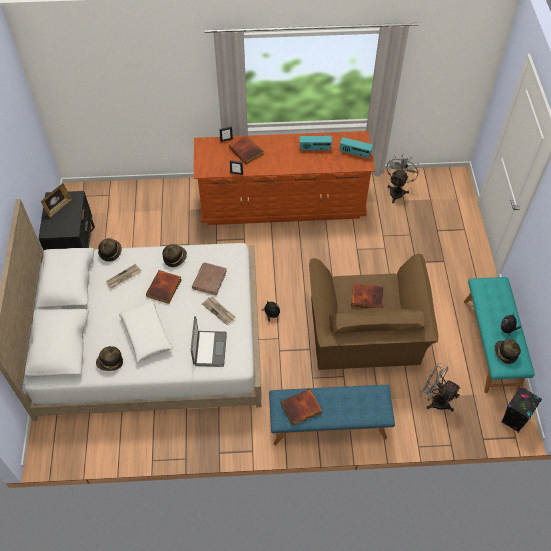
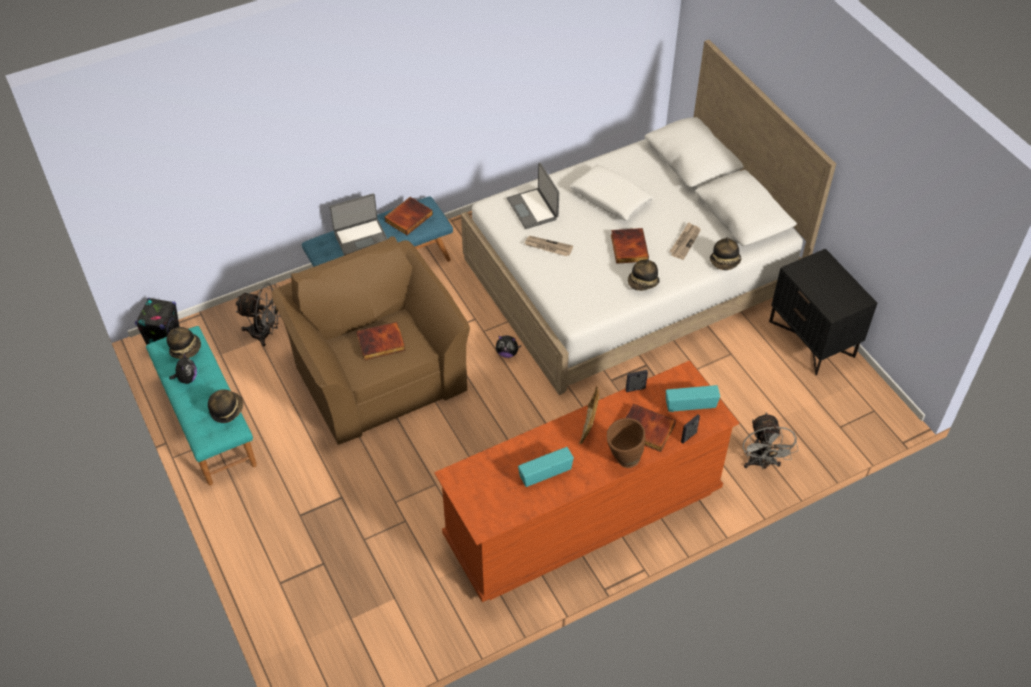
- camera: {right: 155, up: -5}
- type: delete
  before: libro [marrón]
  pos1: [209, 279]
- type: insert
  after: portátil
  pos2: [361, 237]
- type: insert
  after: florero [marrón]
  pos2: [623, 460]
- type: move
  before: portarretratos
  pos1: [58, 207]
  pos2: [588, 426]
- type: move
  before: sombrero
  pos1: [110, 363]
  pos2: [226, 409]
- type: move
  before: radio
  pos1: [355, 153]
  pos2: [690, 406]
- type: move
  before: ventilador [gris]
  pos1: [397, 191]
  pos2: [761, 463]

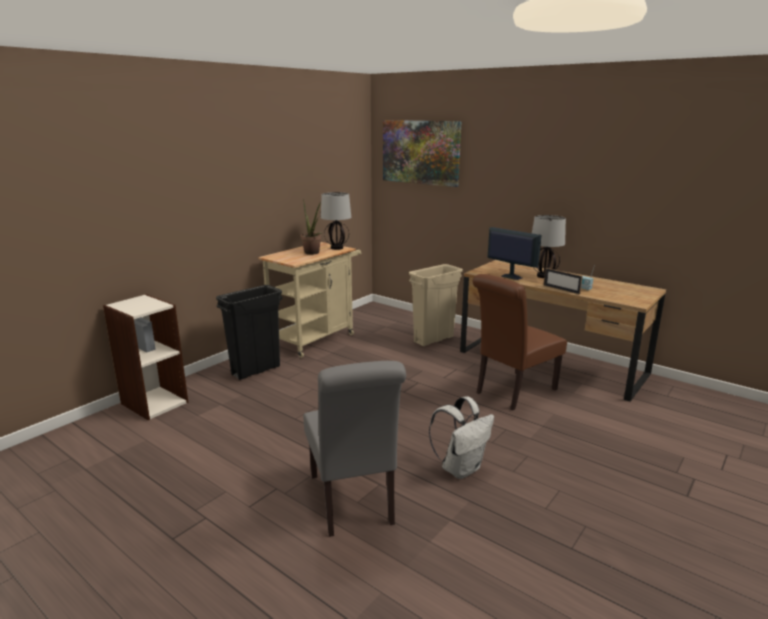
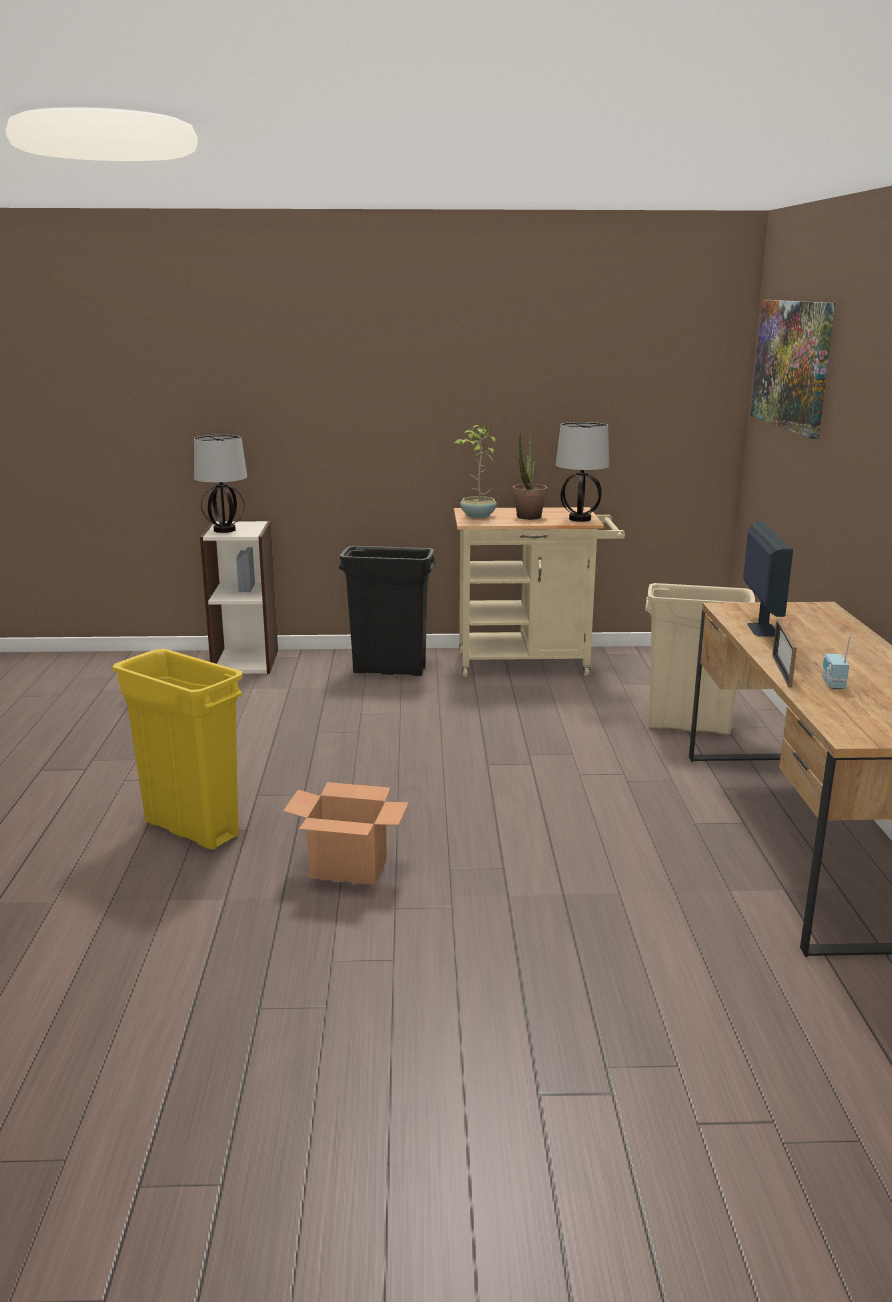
- camera: {right: 50, up: 0}
- type: delete
  before: silla [marrón]
  pos1: [512, 392]
- type: insert
  after: planta en maceta
  pos2: [477, 516]
- type: move
  before: lámpara de mesa
  pos1: [544, 276]
  pos2: [224, 530]
- type: replace
  before: silla [gris]
  after: papelera [amarillo]
  pos1: [353, 503]
  pos2: [191, 829]
- type: replace
  before: mochila [blanco]
  after: caja de cartón
  pos1: [461, 468]
  pos2: [349, 868]

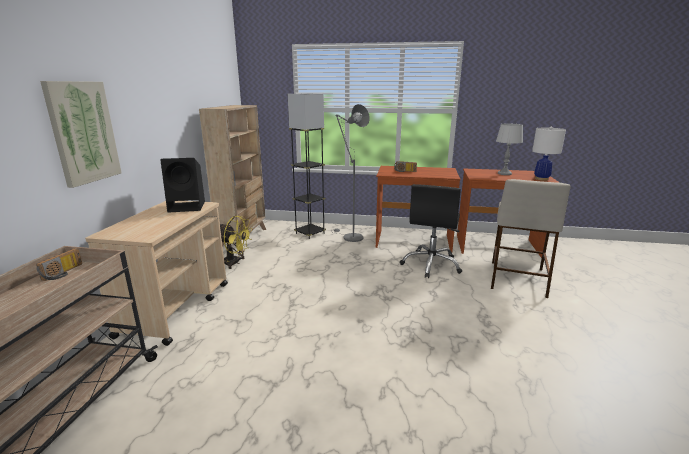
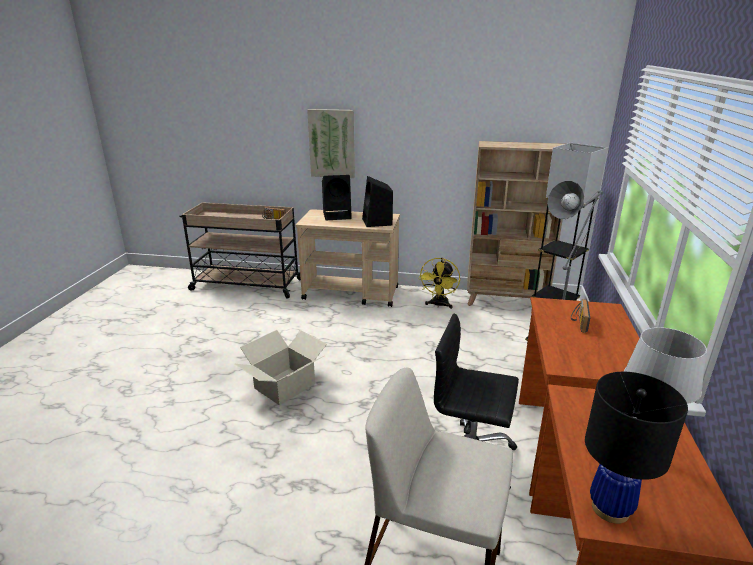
- camera: {right: 90, up: 5}
- type: insert
  after: caja de cartón
  pos2: [285, 386]
- type: insert
  after: altavoz [negro]
  pos2: [338, 215]
- type: recolor
  before: lámpara de mesa [blanco]
  after: lámpara de mesa [negro]
  pos1: [541, 179]
  pos2: [610, 508]

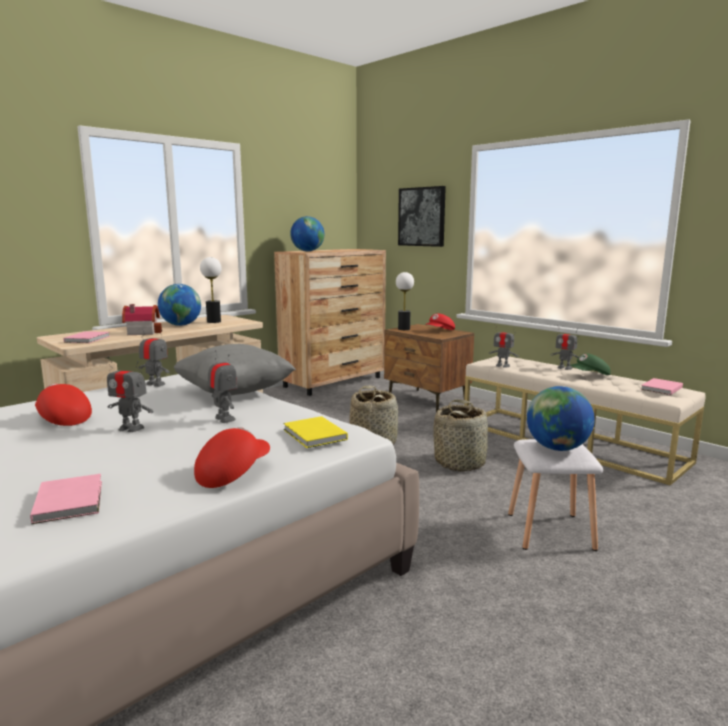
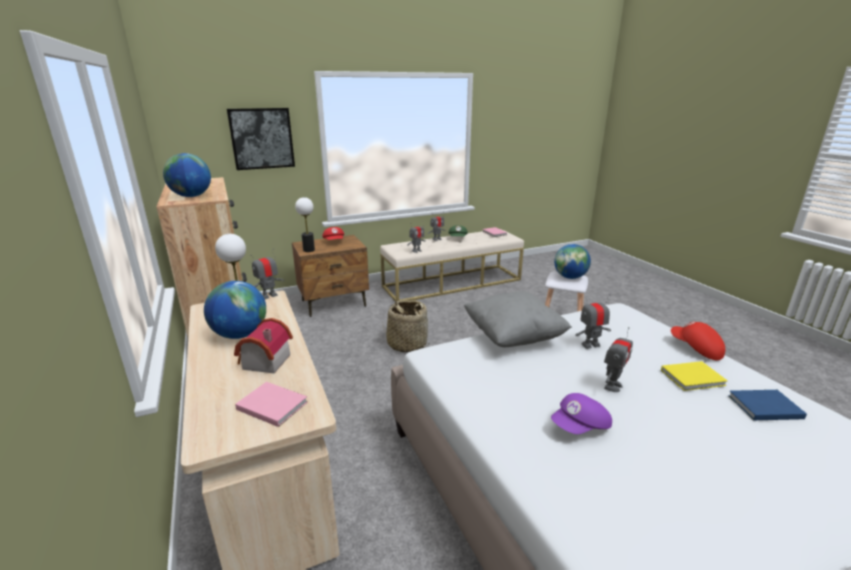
- camera: {right: -70, up: 10}
- type: delete
  before: cesta
  pos1: [460, 462]
- type: move
  before: robot de juguete
  pos1: [155, 384]
  pos2: [269, 296]
- type: move
  before: libro [amarillo]
  pos1: [314, 435]
  pos2: [694, 378]
- type: recolor
  before: libro [rosa]
  after: libro [azul]
  pos1: [71, 500]
  pos2: [762, 406]
- type: recolor
  before: gorra [rojo]
  after: gorra [morado]
  pos1: [62, 419]
  pos2: [580, 427]

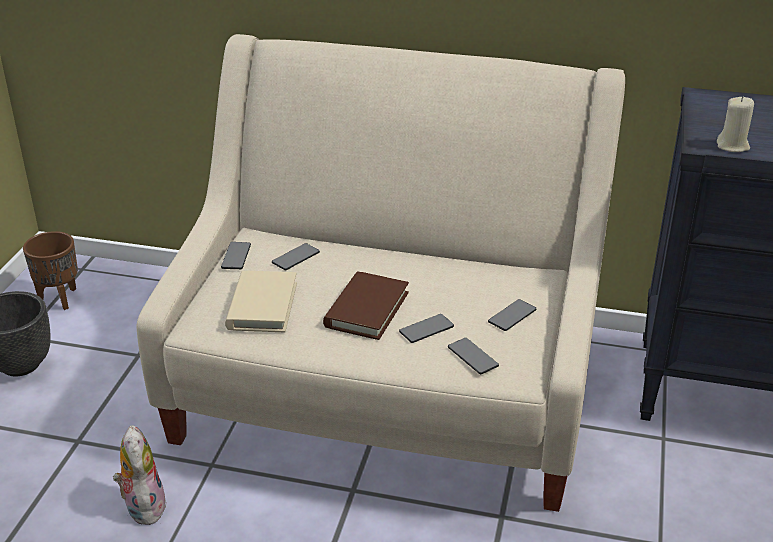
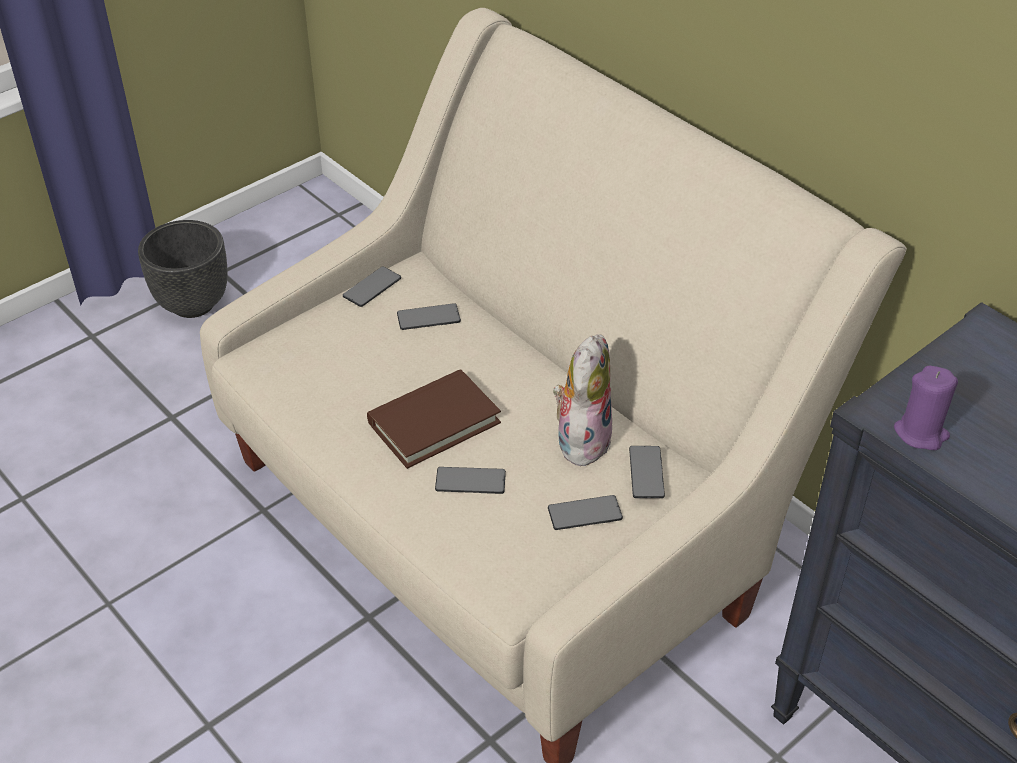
- camera: {right: 35, up: 10}
- type: delete
  before: maceta [marrón]
  pos1: [60, 299]
- type: delete
  before: libro [beis]
  pos1: [262, 306]
- type: move
  before: peluche
  pos1: [143, 506]
  pos2: [581, 439]
- type: move
  before: móvil
  pos1: [472, 357]
  pos2: [646, 473]
- type: recolor
  before: vela [beis]
  after: vela [morado]
  pos1: [733, 146]
  pos2: [921, 433]

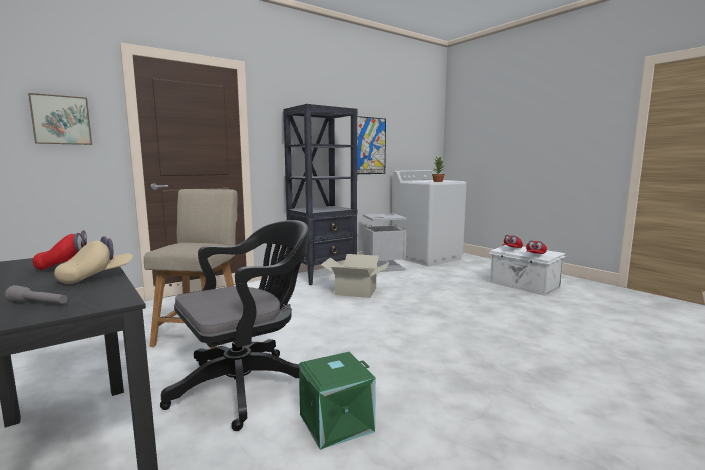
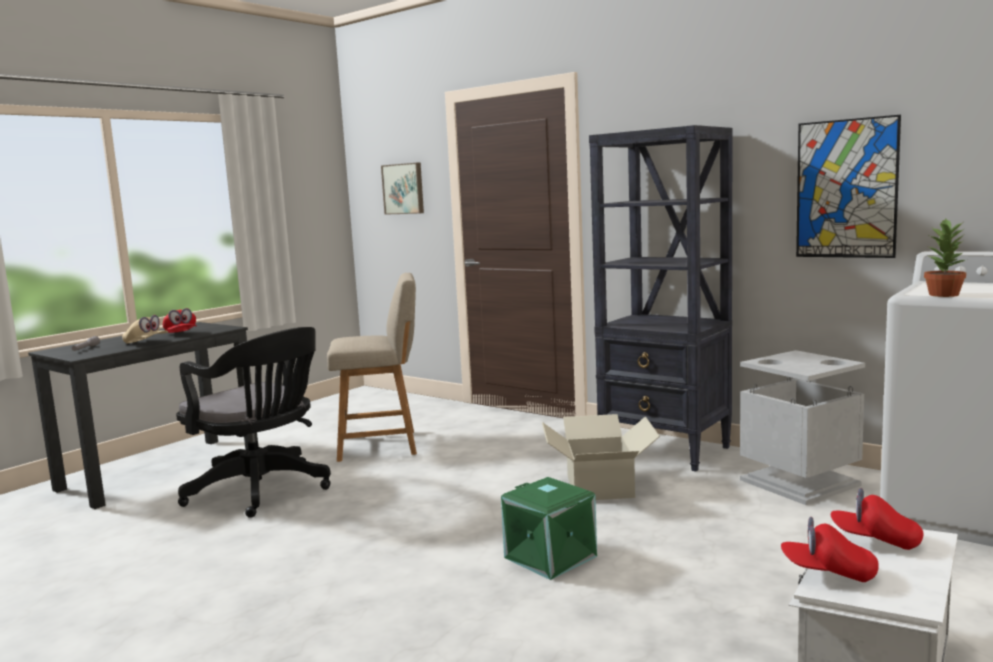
- camera: {right: 75, up: 0}
- type: move
  before: caja de almacenaje [verde]
  pos1: [336, 422]
  pos2: [552, 556]

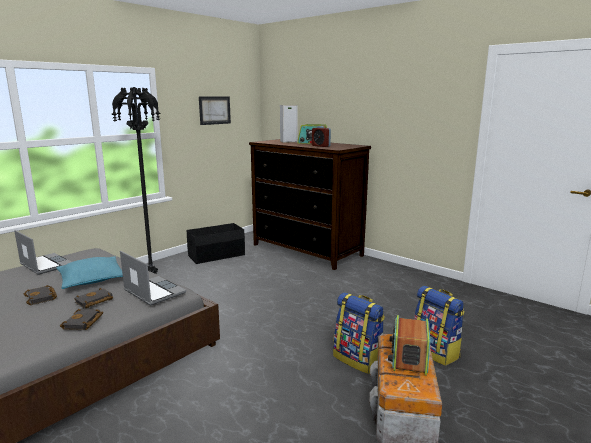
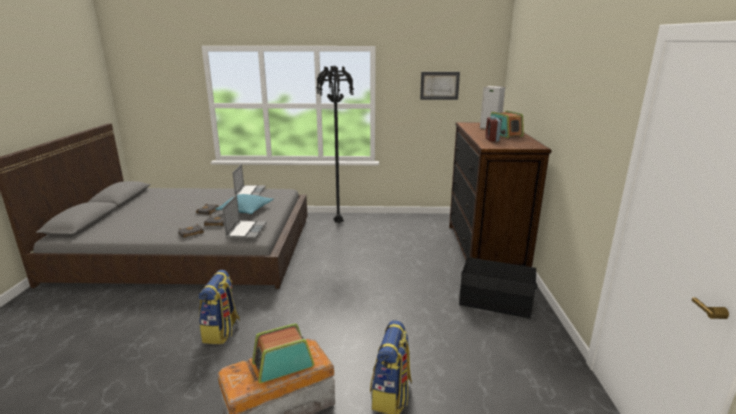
- camera: {right: 50, up: 5}
- type: move
  before: caja de almacenaje [negro]
  pos1: [216, 255]
  pos2: [495, 302]
- type: move
  before: mochila
  pos1: [358, 359]
  pos2: [222, 332]

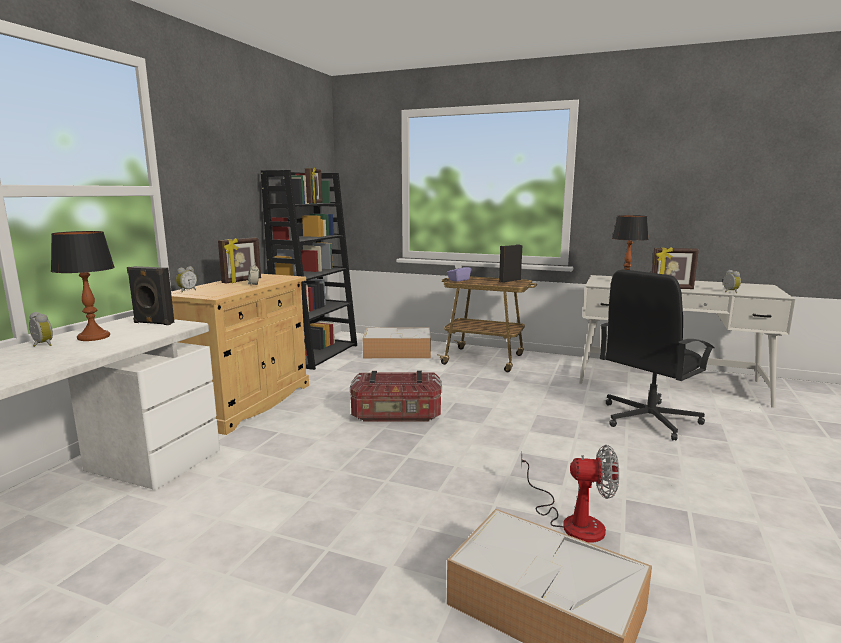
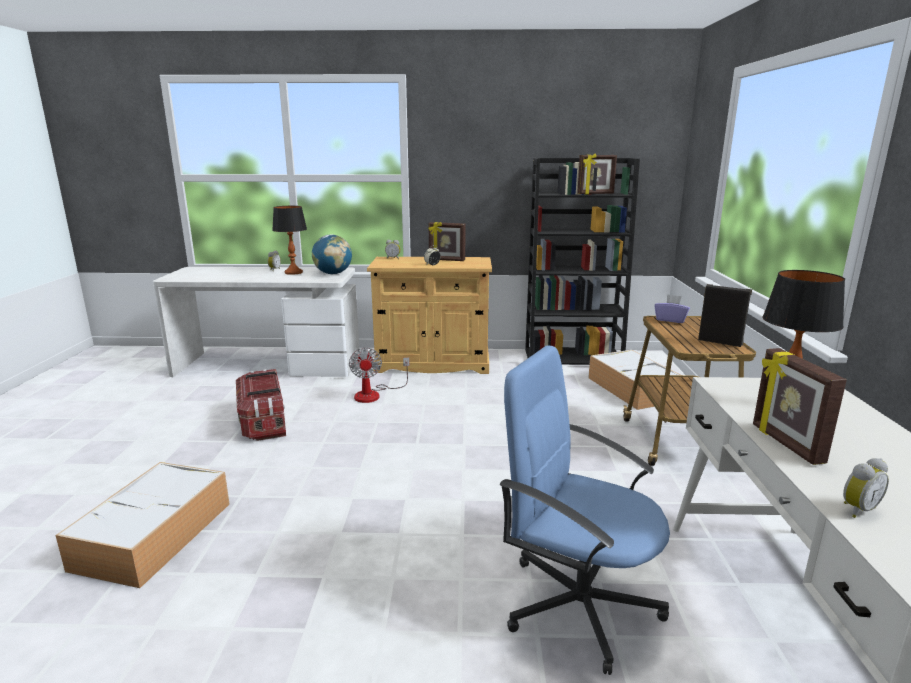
- camera: {right: 70, up: 5}
- type: move
  before: caja de almacenaje
  pos1: [396, 415]
  pos2: [263, 422]
- type: move
  before: ventilador
  pos1: [572, 521]
  pos2: [374, 394]
- type: replace
  before: altavoz [negro]
  after: globo terráqueo
  pos1: [153, 323]
  pos2: [333, 273]
- type: recolor
  before: silla de oficina [negro]
  after: silla de oficina [azul]
  pos1: [648, 419]
  pos2: [578, 603]

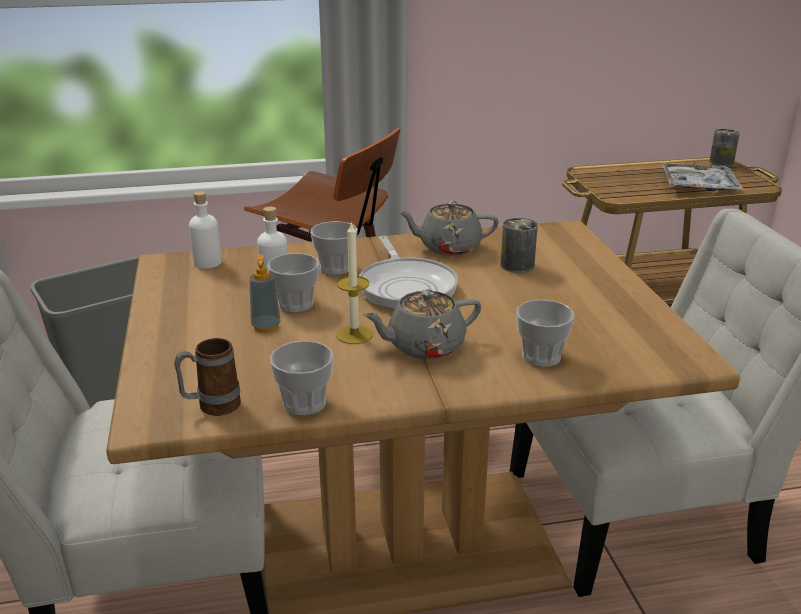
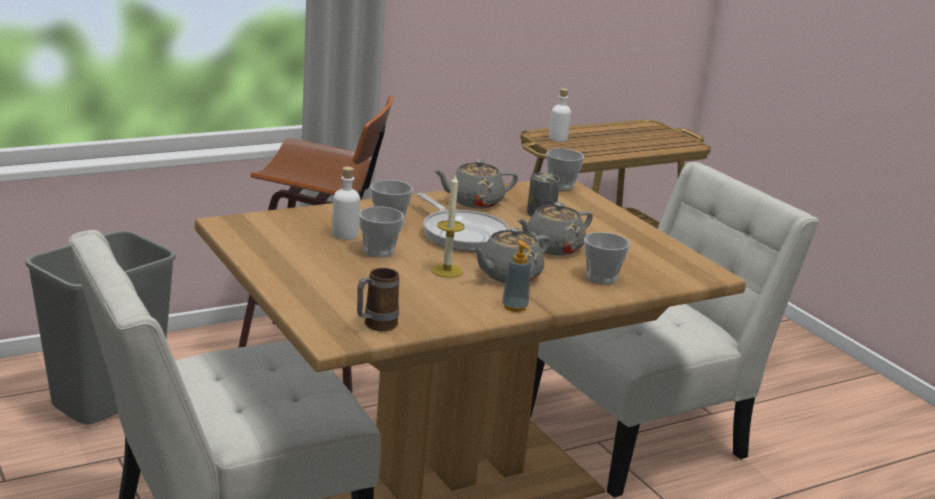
- camera: {right: -20, up: -5}
- type: delete
  before: bandeja
  pos1: [698, 186]
- type: delete
  before: lata
  pos1: [721, 162]
- type: insert
  after: tetera [gris]
  pos2: [552, 248]
- type: move
  before: botella [blanco]
  pos1: [207, 262]
  pos2: [558, 138]
- type: move
  before: dispensador de jabón
  pos1: [266, 327]
  pos2: [515, 307]
- type: move
  before: taza
  pos1: [304, 403]
  pos2: [561, 186]

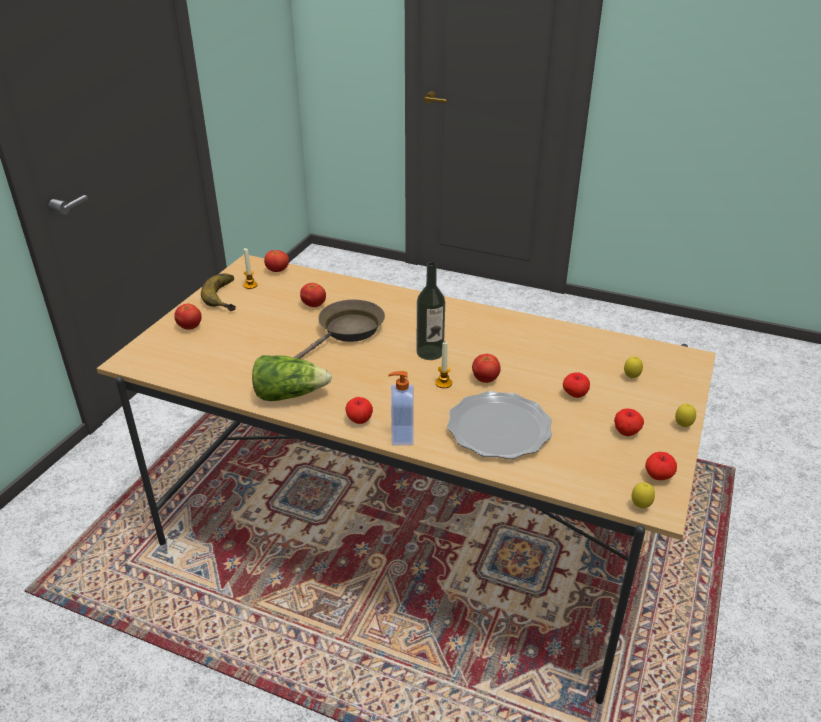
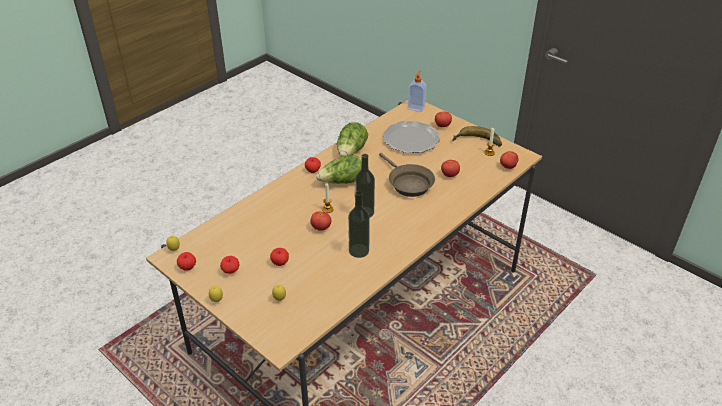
- camera: {right: 110, up: 5}
- type: insert
  after: lechuga
  pos2: [342, 182]
- type: insert
  after: botella
  pos2: [359, 250]
- type: move
  before: dispensador de jabón
  pos1: [401, 436]
  pos2: [416, 107]
- type: move
  before: plato
  pos1: [498, 429]
  pos2: [411, 139]

